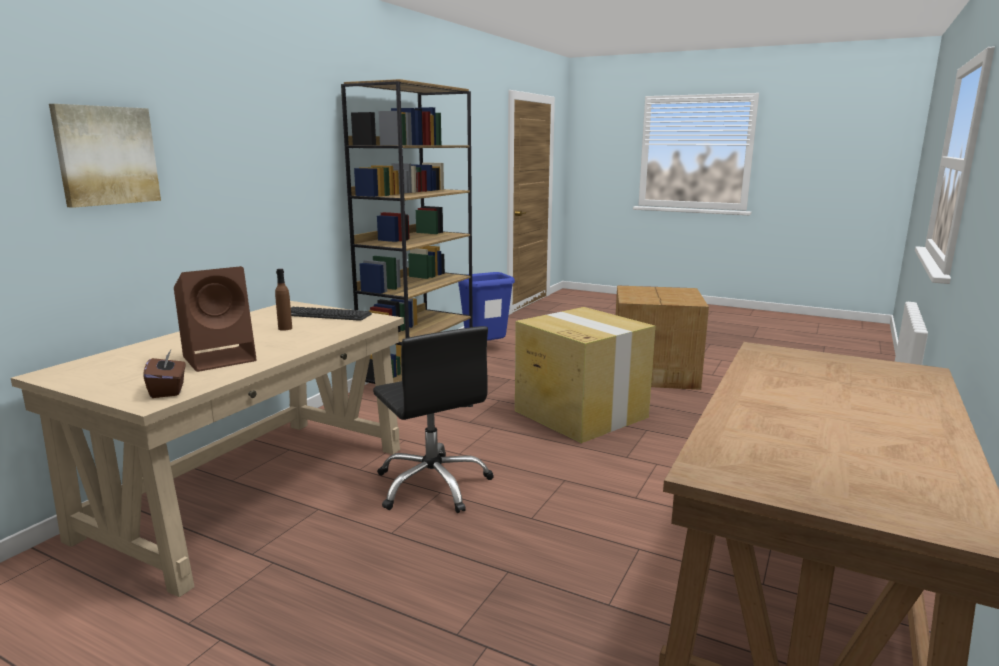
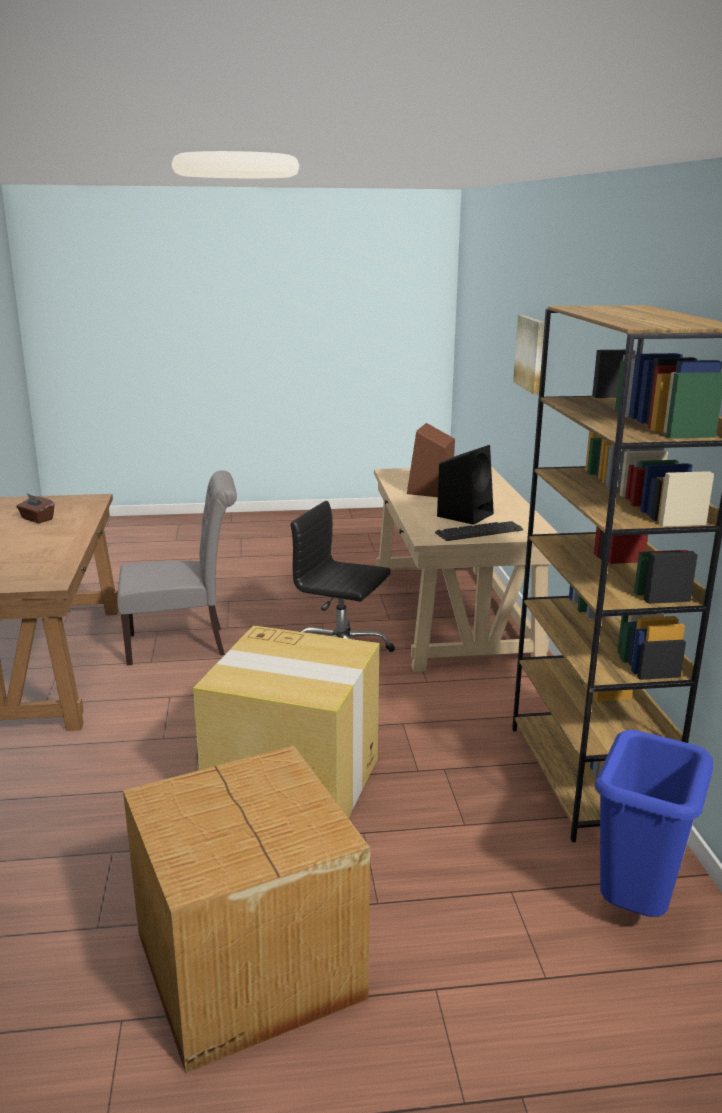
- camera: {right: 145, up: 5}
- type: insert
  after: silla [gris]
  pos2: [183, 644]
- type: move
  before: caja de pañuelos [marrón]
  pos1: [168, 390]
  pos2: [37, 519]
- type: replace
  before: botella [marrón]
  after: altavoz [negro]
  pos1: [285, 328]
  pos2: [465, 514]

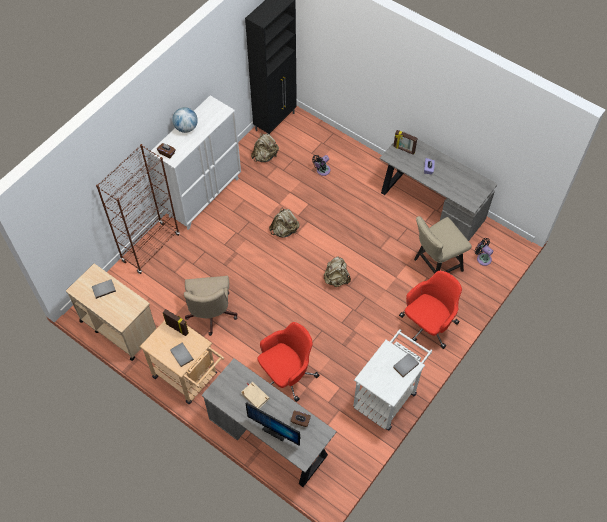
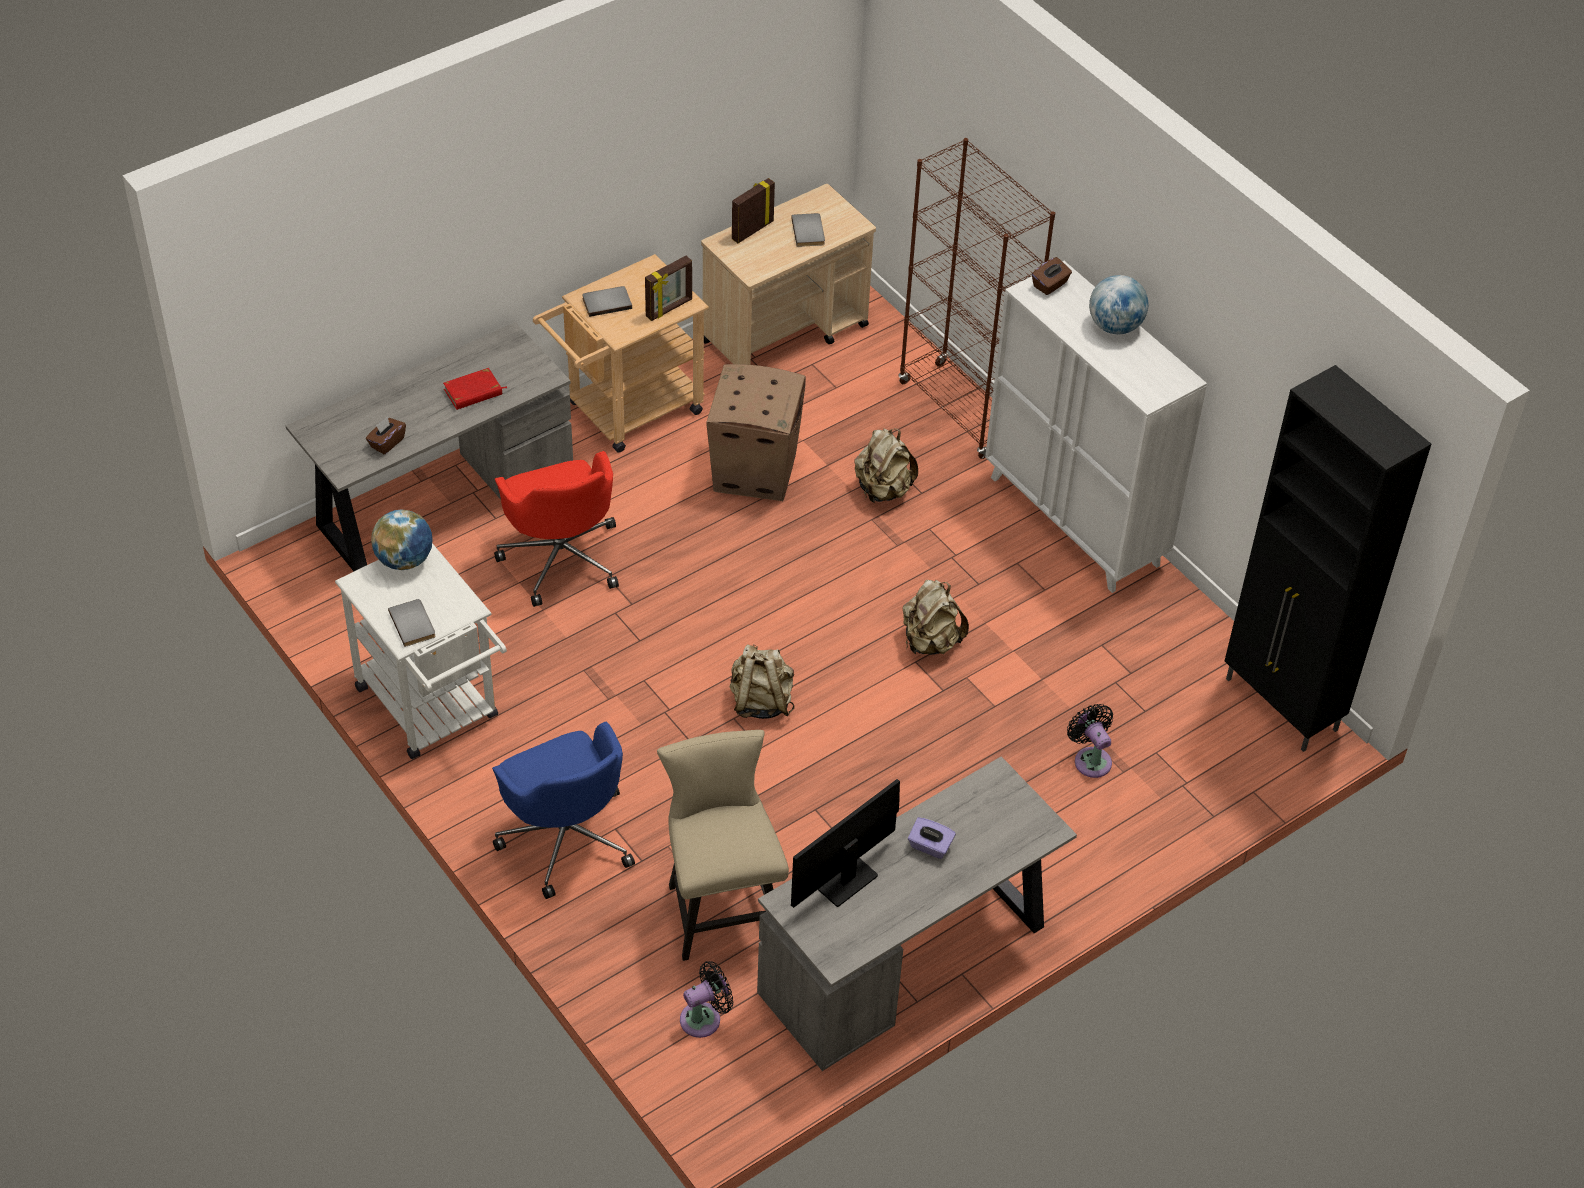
- camera: {right: 105, up: -10}
- type: insert
  after: globo terráqueo
  pos2: [404, 560]
- type: move
  before: monitor
  pos1: [275, 430]
  pos2: [848, 882]
- type: move
  before: mochila [beis]
  pos1: [265, 156]
  pos2: [883, 489]
- type: move
  before: portarretratos
  pos1: [404, 149]
  pos2: [752, 230]
- type: replace
  before: silla de oficina [beis]
  after: caja de cartón
  pos1: [211, 315]
  pos2: [755, 471]
- type: recolor
  before: libro [beis]
  after: libro [rojo]
  pos1: [255, 396]
  pos2: [473, 392]
- type: recolor
  before: silla de oficina [rojo]
  after: silla de oficina [azul]
  pos1: [428, 325]
  pos2: [566, 837]

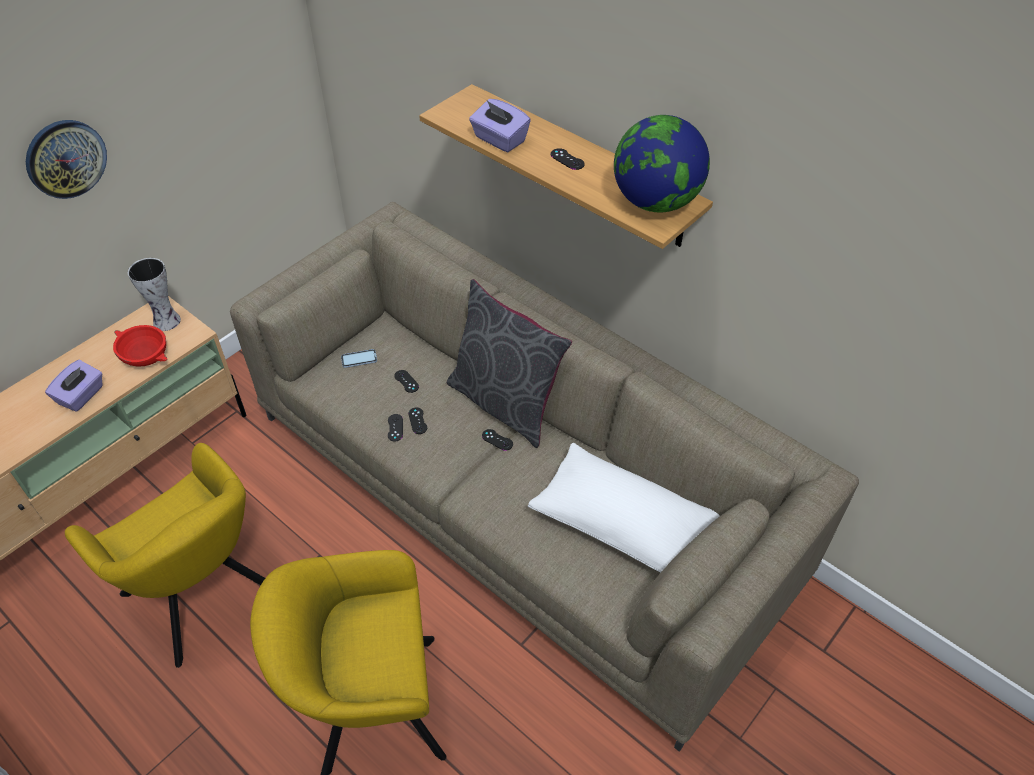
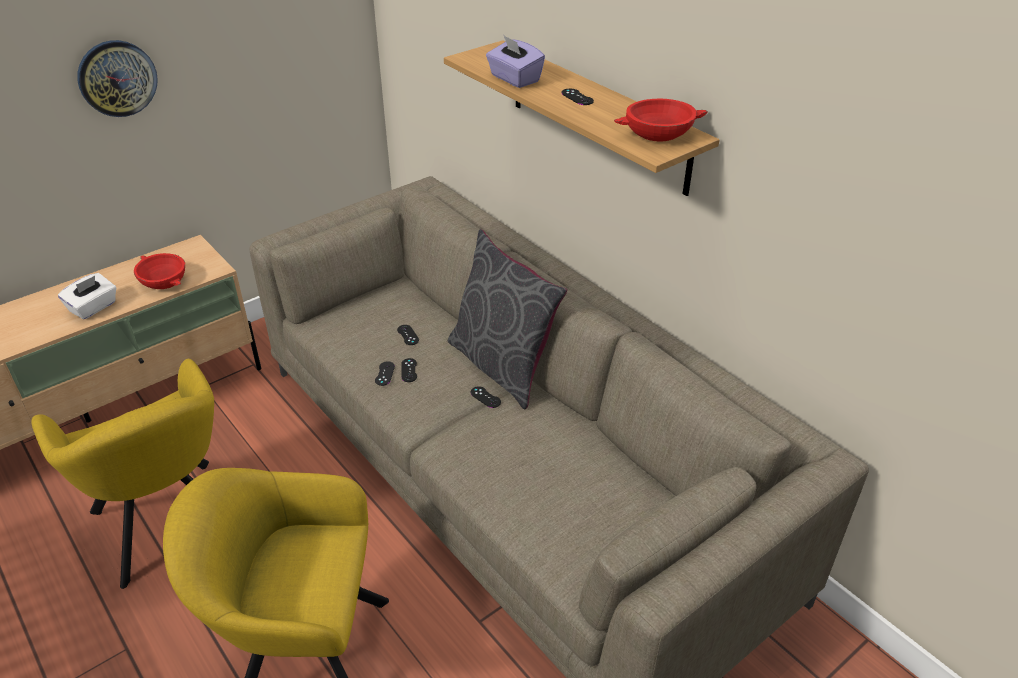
- camera: {right: 10, up: -10}
- type: delete
  before: florero
  pos1: [167, 322]
- type: delete
  before: móvil
  pos1: [359, 359]
- type: delete
  before: cojín [blanco]
  pos1: [622, 524]
- type: replace
  before: globo terráqueo
  after: cuenco [rojo]
  pos1: [655, 202]
  pos2: [658, 134]
- type: recolor
  before: caja de pañuelos [morado]
  after: caja de pañuelos [blanco]
  pos1: [82, 396]
  pos2: [93, 307]

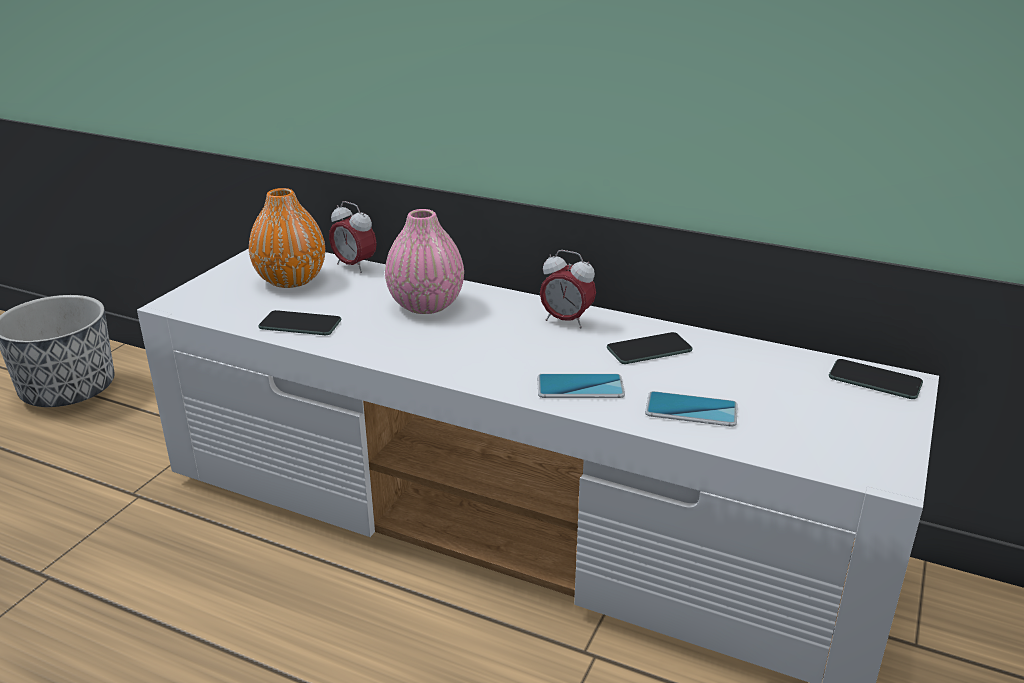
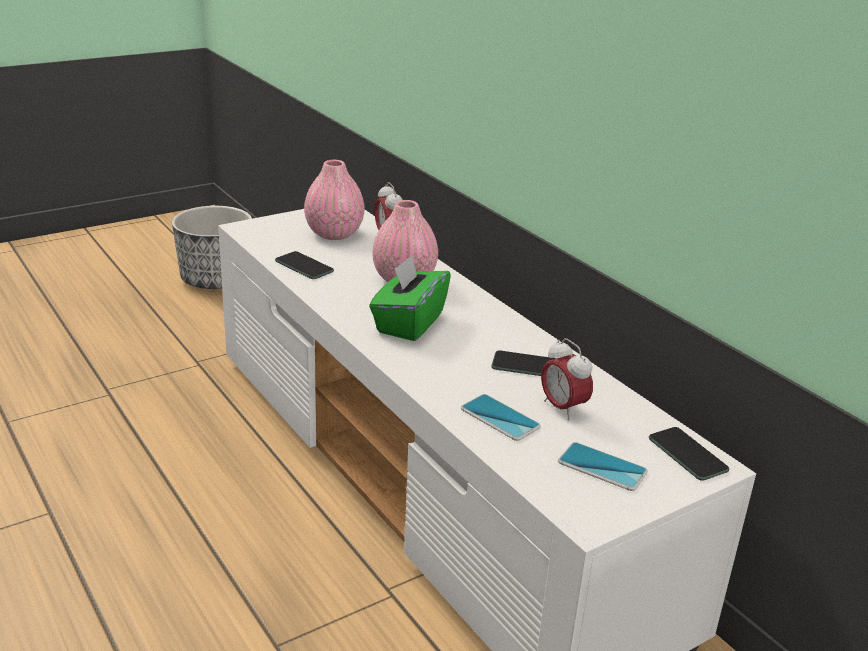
- camera: {right: 30, up: 0}
- type: insert
  after: caja de pañuelos [verde]
  pos2: [409, 323]
- type: move
  before: móvil
  pos1: [580, 387]
  pos2: [602, 467]
- type: move
  before: despertador
  pos1: [566, 321]
  pos2: [562, 408]
- type: recolor
  before: florero [naranja]
  after: florero [rosa]
  pos1: [291, 280]
  pos2: [334, 234]

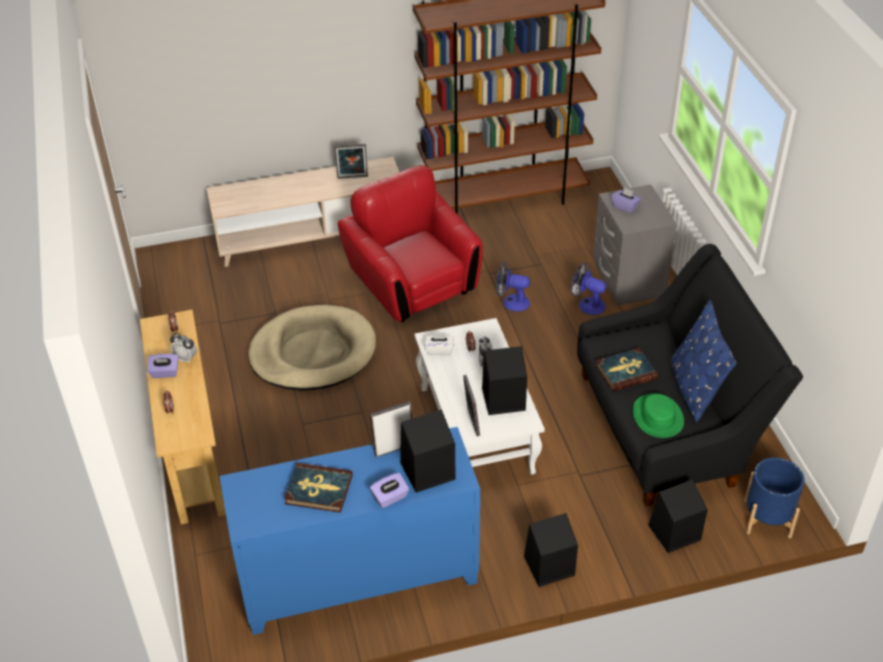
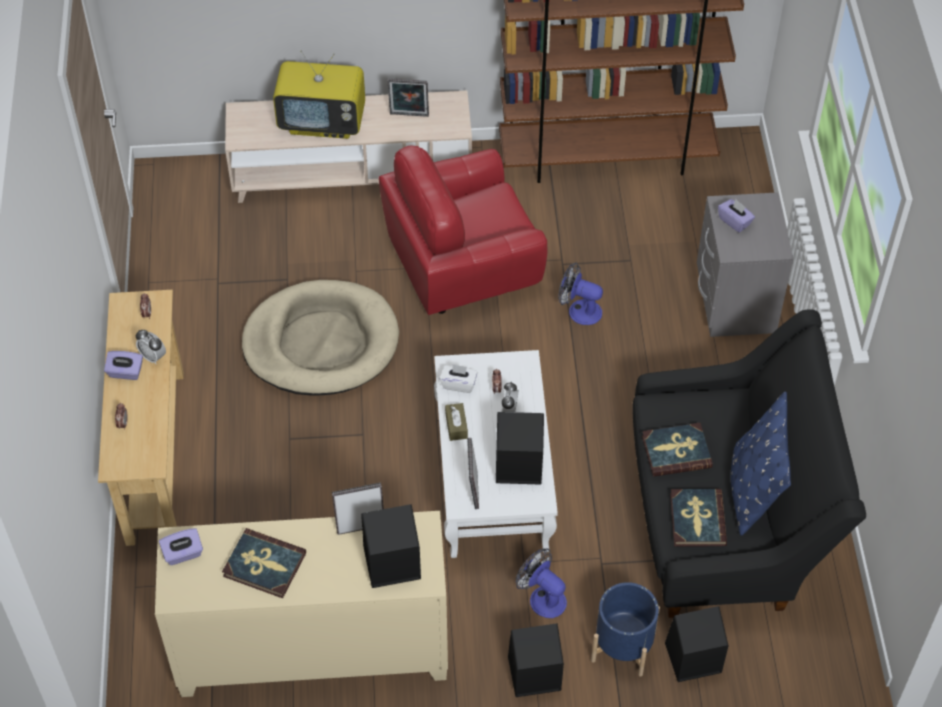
- camera: {right: 10, up: 10}
- type: insert
  after: televisor
  pos2: [323, 122]
- type: insert
  after: caja de pañuelos [marrón]
  pos2: [456, 426]
- type: move
  before: caja de pañuelos [morado]
  pos1: [390, 497]
  pos2: [183, 554]
- type: move
  before: ventilador
  pos1: [587, 304]
  pos2: [542, 597]
- type: move
  before: maceta [azul]
  pos1: [767, 518]
  pos2: [623, 646]
- type: replace
  before: sombrero [verde]
  after: libro
  pos1: [657, 417]
  pos2: [697, 519]
- type: recolor
  before: armario [azul]
  after: armario [beis]
  pos1: [358, 578]
  pos2: [313, 649]
- type: rotate
  before: sillón [rojo]
  pos1: [412, 284]
  pos2: [463, 264]
  turn: -90

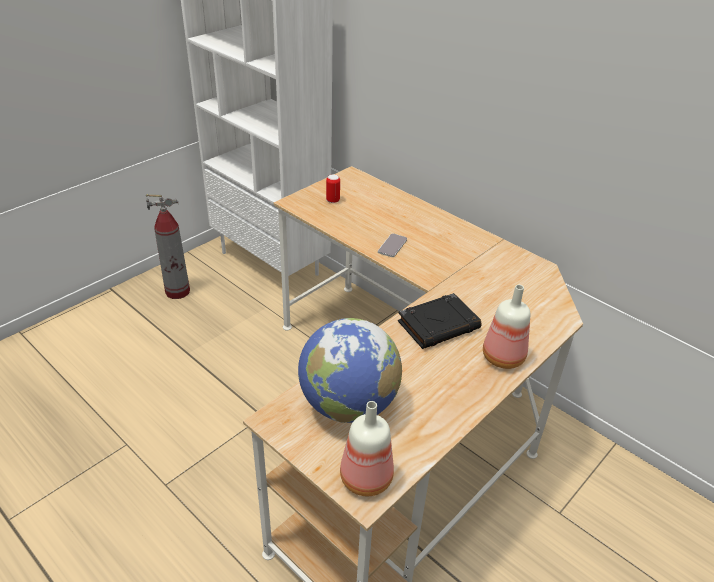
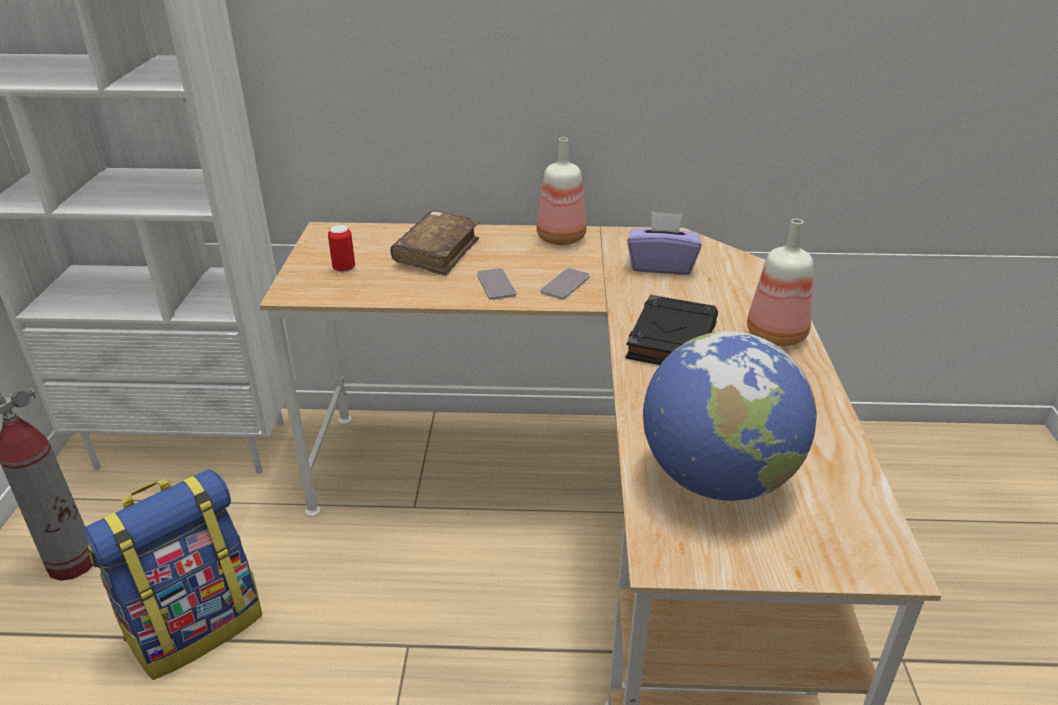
- camera: {right: -40, up: -5}
- type: insert
  after: mochila
  pos2: [196, 625]
- type: insert
  after: libro [marrón]
  pos2: [437, 253]
- type: insert
  after: móvil
  pos2: [565, 284]
- type: insert
  after: caja de pañuelos [morado]
  pos2: [661, 266]
- type: move
  before: botella
  pos1: [366, 480]
  pos2: [562, 239]

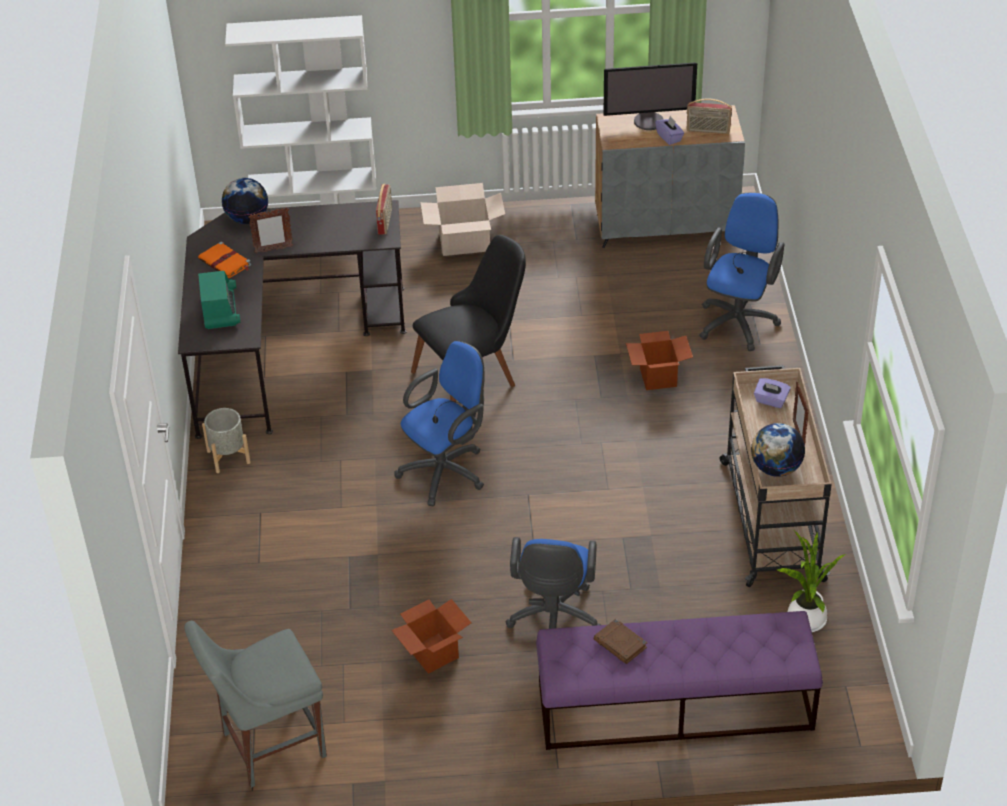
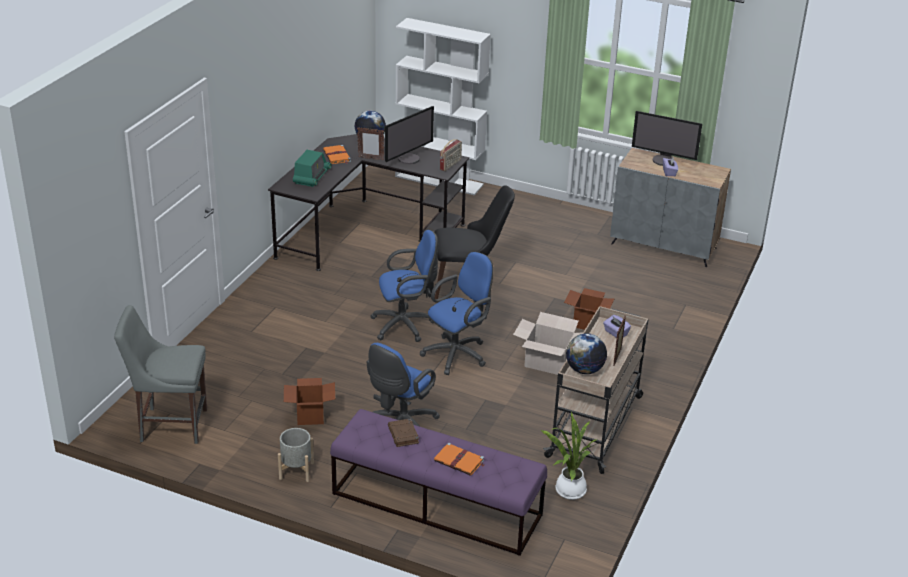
- camera: {right: 25, up: -10}
- type: delete
  before: radio
  pos1: [708, 130]
- type: insert
  after: monitor
  pos2: [408, 158]
- type: insert
  after: libro [naranja]
  pos2: [460, 461]
- type: move
  before: maceta [gris]
  pos1: [228, 456]
  pos2: [296, 470]
- type: move
  before: caja de cartón
  pos1: [464, 241]
  pos2: [548, 362]
- type: move
  before: silla de oficina [azul]
  pos1: [739, 320]
  pos2: [458, 354]

